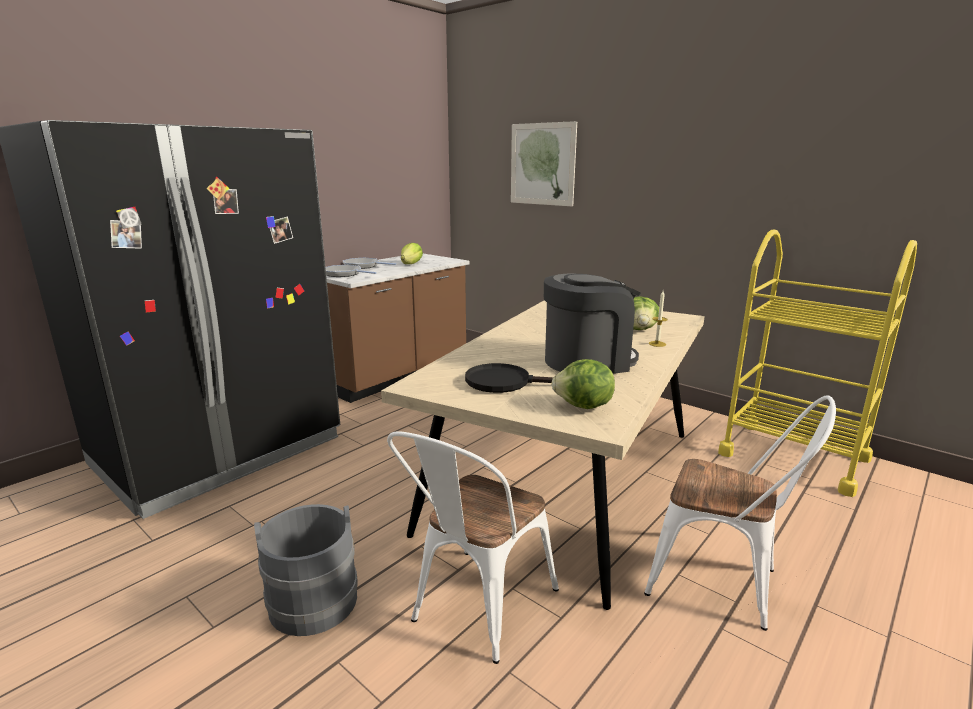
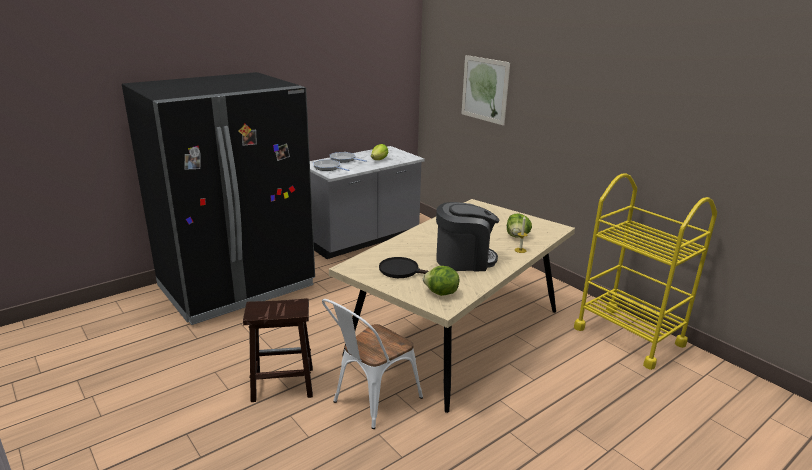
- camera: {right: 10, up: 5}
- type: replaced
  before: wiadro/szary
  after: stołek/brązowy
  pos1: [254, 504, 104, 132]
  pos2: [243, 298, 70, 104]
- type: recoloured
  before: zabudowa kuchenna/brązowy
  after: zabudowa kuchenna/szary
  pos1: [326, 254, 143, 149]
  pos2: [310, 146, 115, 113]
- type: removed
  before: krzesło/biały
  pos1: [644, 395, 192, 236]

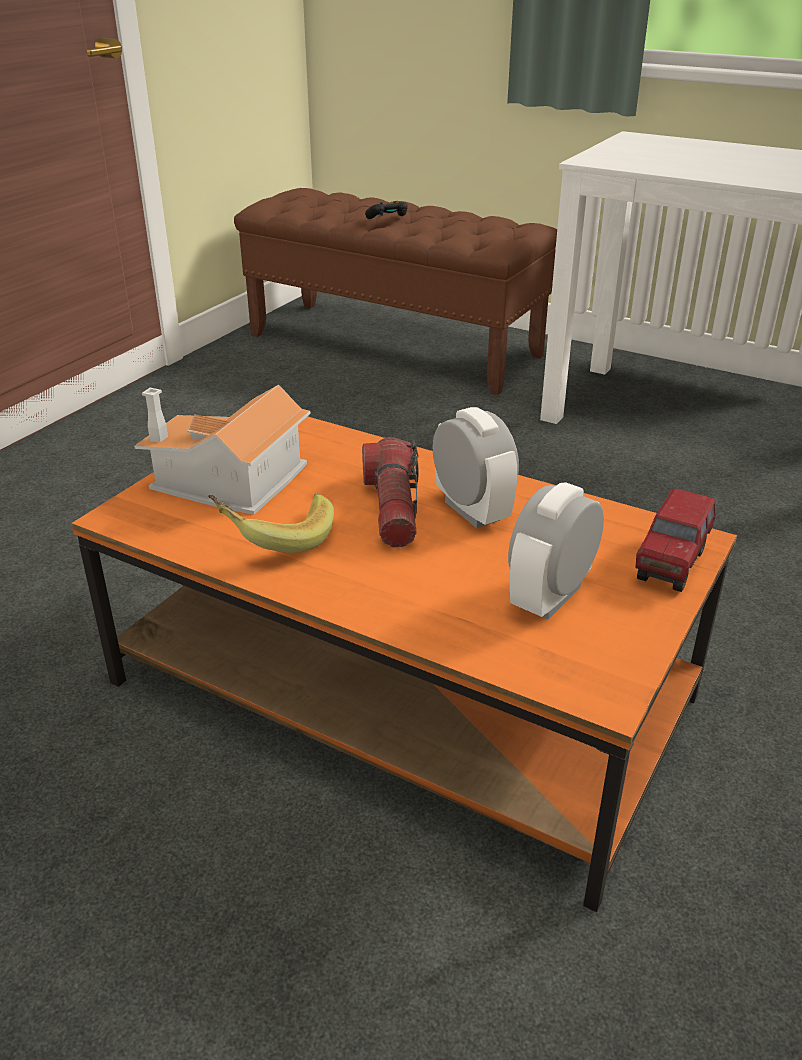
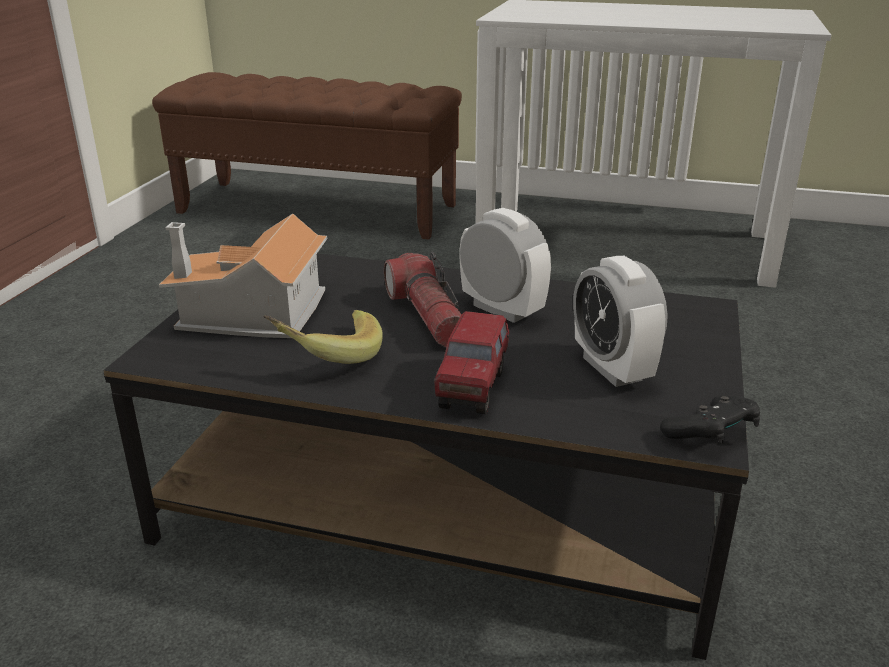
- camera: {right: -15, up: -5}
- type: recoloured
  before: ława/pomarańczowy
  after: ława/czarny
  pos1: [72, 416, 665, 496]
  pos2: [103, 253, 646, 407]
- type: moved
  before: pad do gier/czarny
  pos1: [365, 201, 43, 18]
  pos2: [660, 395, 100, 49]
- type: turned
  before: budzik
  pos1: [508, 482, 96, 137]
  pos2: [573, 256, 95, 131]
  turn: -45
- type: moved
  before: ciężarówka zabawkowa
  pos1: [636, 488, 81, 104]
  pos2: [434, 311, 75, 103]

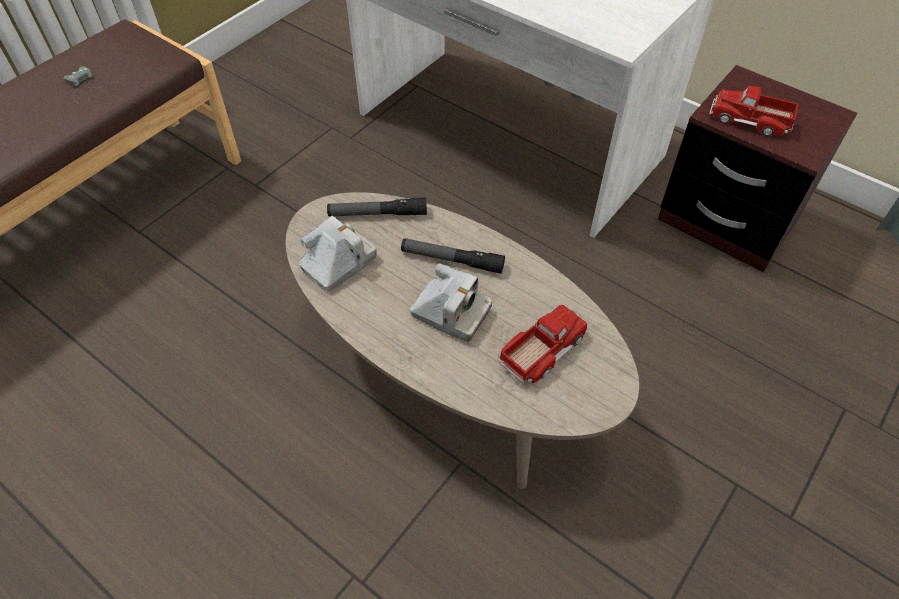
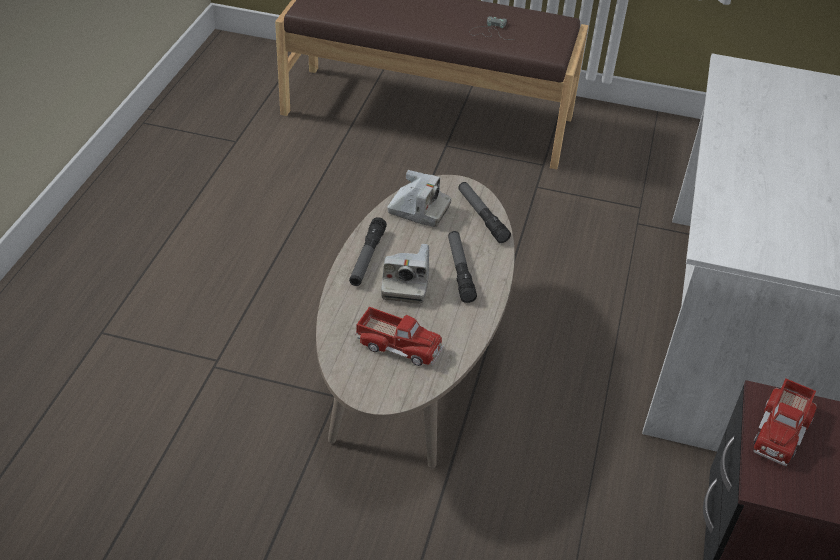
- camera: {right: 65, up: -10}
- type: turned
  before: ciężarówka zabawkowa
  pos1: [709, 86, 90, 50]
  pos2: [753, 378, 64, 88]
  turn: -150
- type: added
  after: latarka
  pos2: [349, 217, 38, 69]

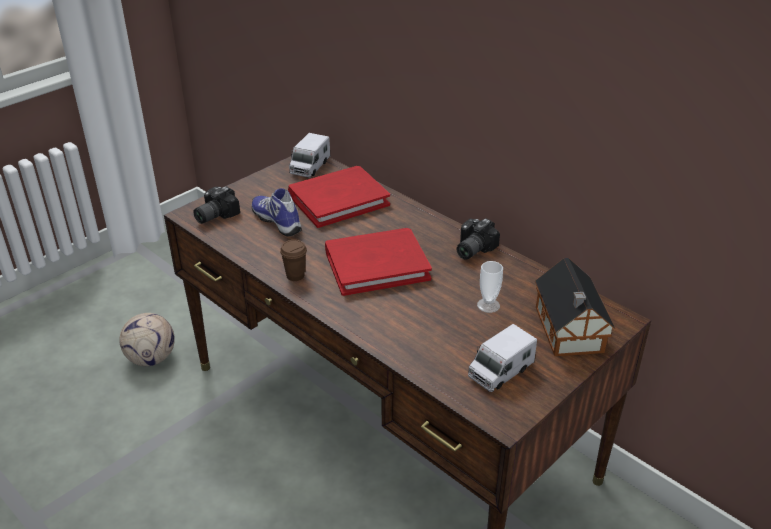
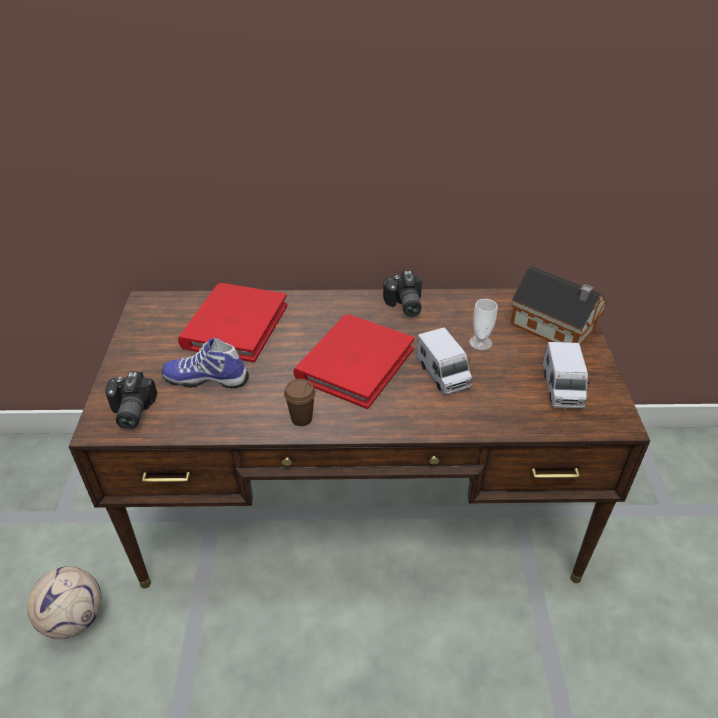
- camera: {right: -45, up: 5}
- type: moved
  before: ciężarówka zabawkowa
  pos1: [289, 133, 42, 45]
  pos2: [416, 327, 56, 68]

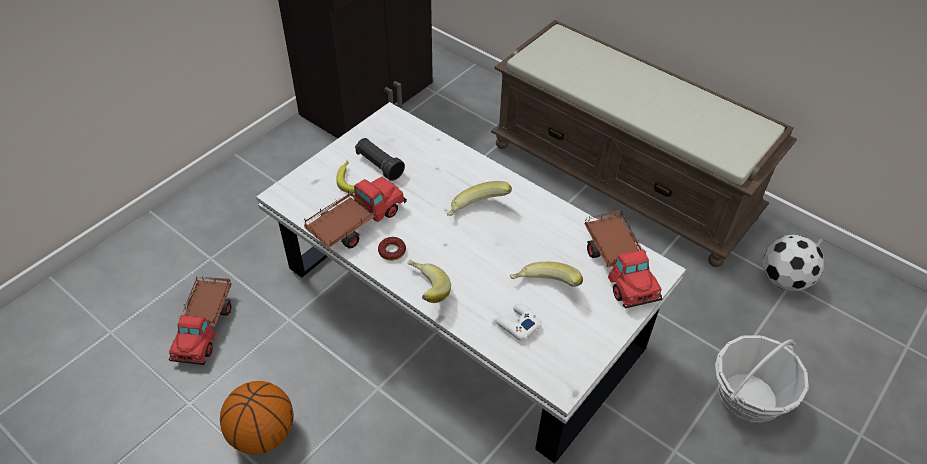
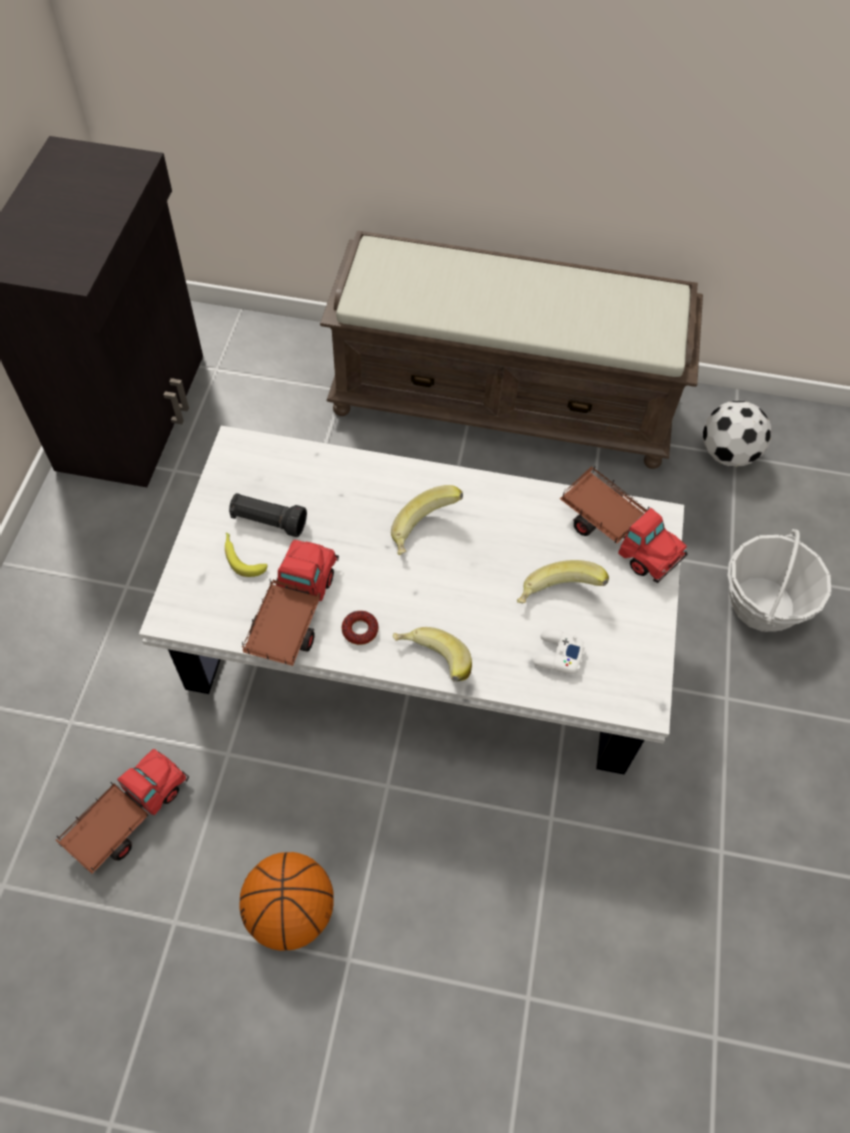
- camera: {right: -30, up: 10}
- type: turned
  before: ciężarówka zabawkowa
  pos1: [169, 277, 63, 88]
  pos2: [56, 749, 133, 125]
  turn: -120

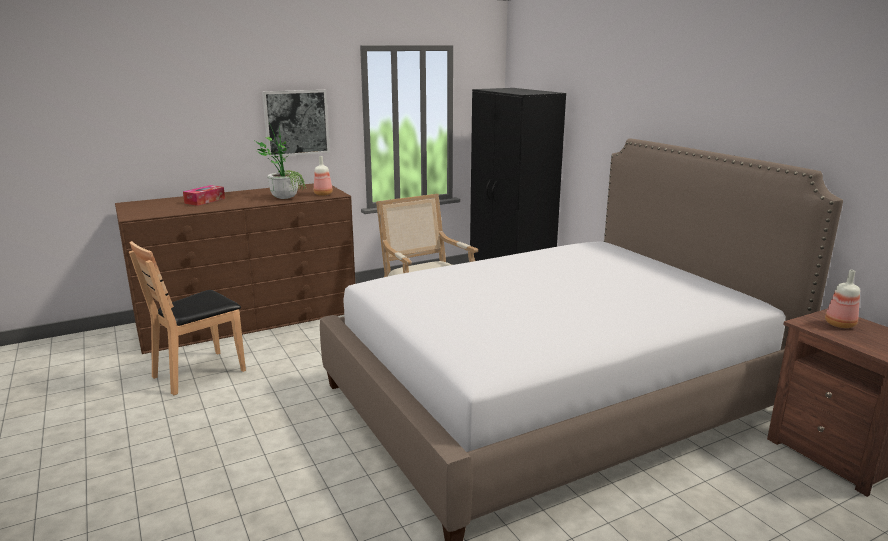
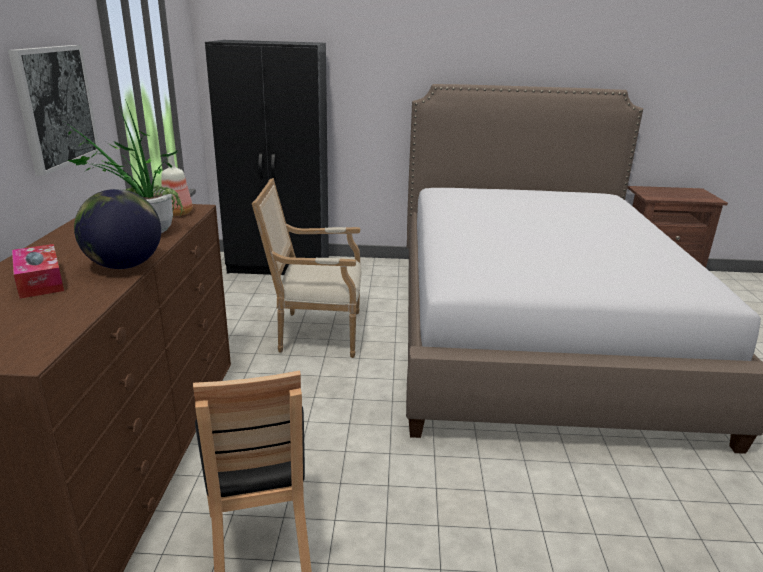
- camera: {right: -60, up: 5}
- type: removed
  before: butelka
  pos1: [825, 270, 35, 58]
- type: added
  after: globus
  pos2: [74, 189, 87, 80]

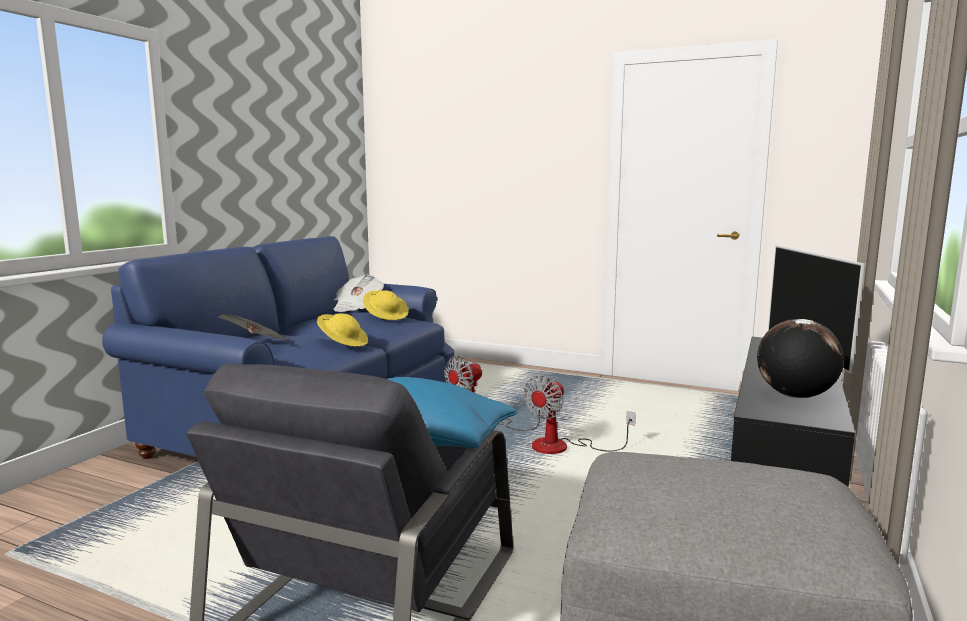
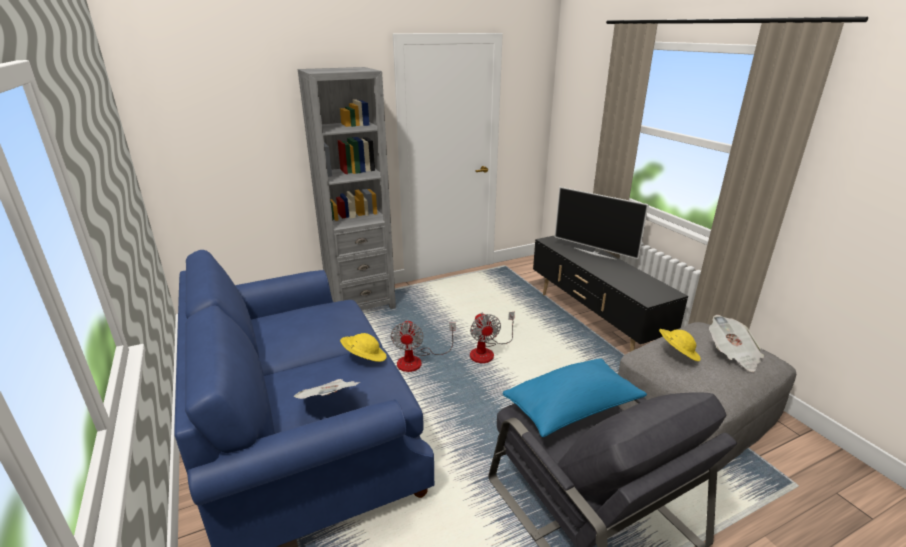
- camera: {right: -50, up: 15}
- type: moved
  before: gazeta
  pos1: [333, 275, 51, 37]
  pos2: [709, 315, 55, 57]
- type: moved
  before: kapelusz/żółty
  pos1: [363, 290, 46, 30]
  pos2: [659, 329, 42, 32]
- type: removed
  before: globus
  pos1: [757, 319, 87, 79]
- type: added
  after: regał/szary
  pos2: [298, 67, 98, 243]

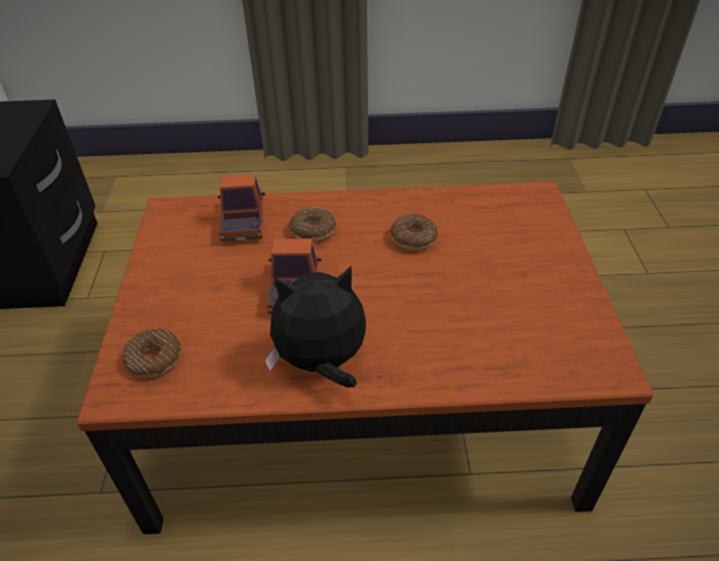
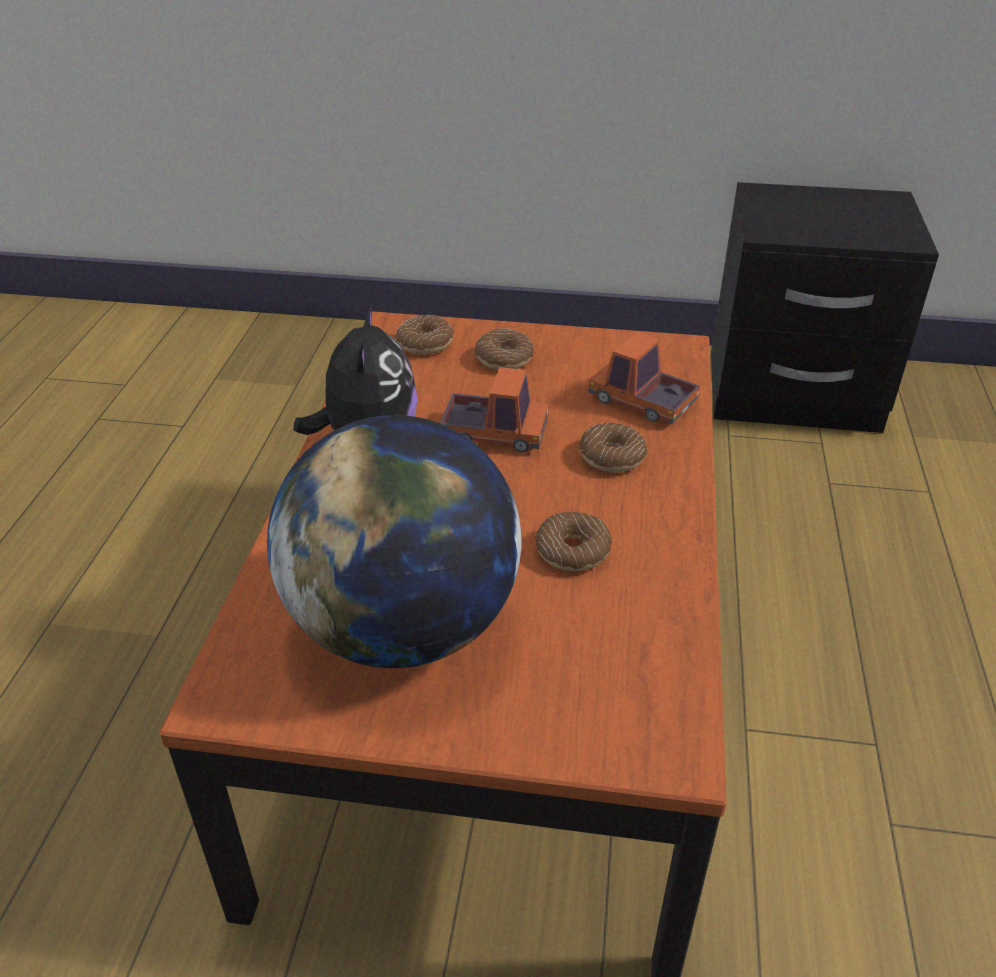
- camera: {right: 100, up: -5}
- type: turned
  before: ciężarówka zabawkowa
  pos1: [218, 174, 47, 68]
  pos2: [588, 332, 112, 92]
  turn: -150
- type: added
  after: globus
  pos2: [267, 415, 254, 253]
- type: added
  after: donut
  pos2: [474, 328, 60, 42]

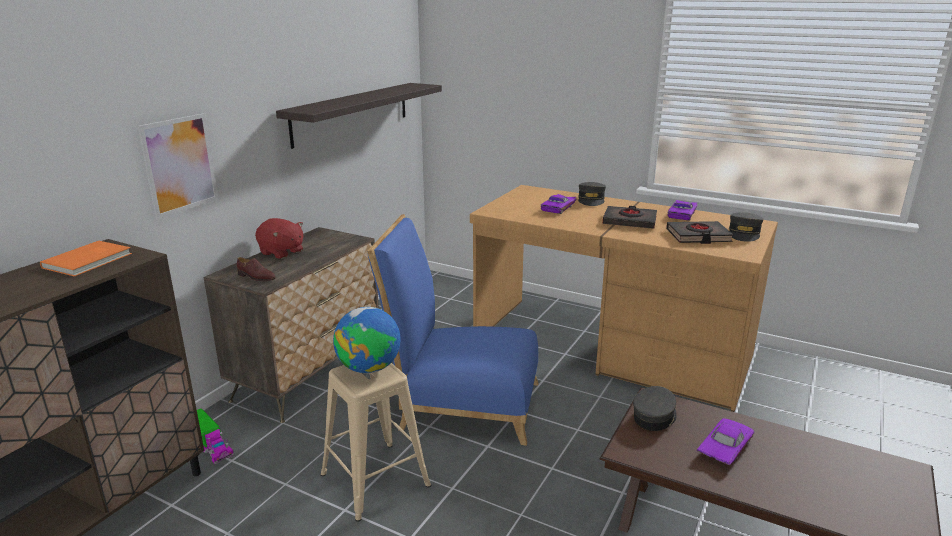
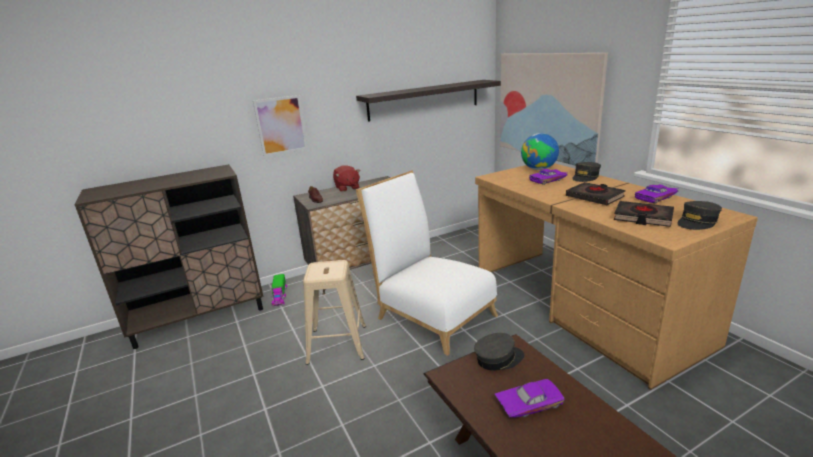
- camera: {right: 35, up: 0}
- type: removed
  before: książka/pomarańczowy
  pos1: [40, 241, 92, 35]
- type: moved
  before: globus
  pos1: [333, 307, 68, 66]
  pos2: [521, 133, 38, 37]
- type: recoloured
  before: krzesło/niebieski
  after: krzesło/biały
  pos1: [367, 214, 172, 232]
  pos2: [356, 170, 142, 186]
- type: added
  after: obraz
  pos2: [500, 53, 108, 113]

